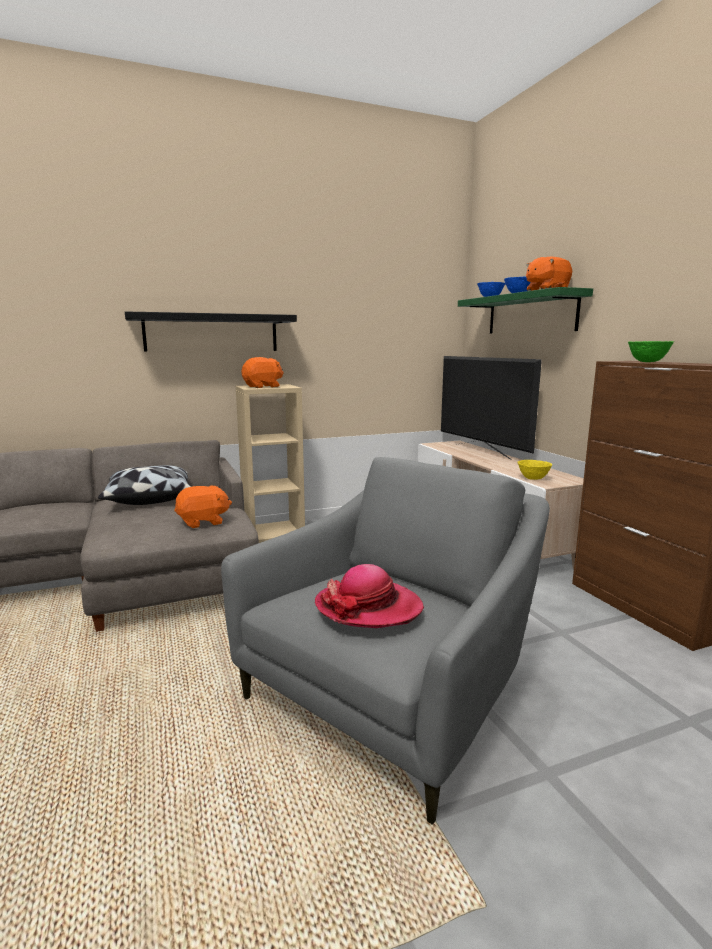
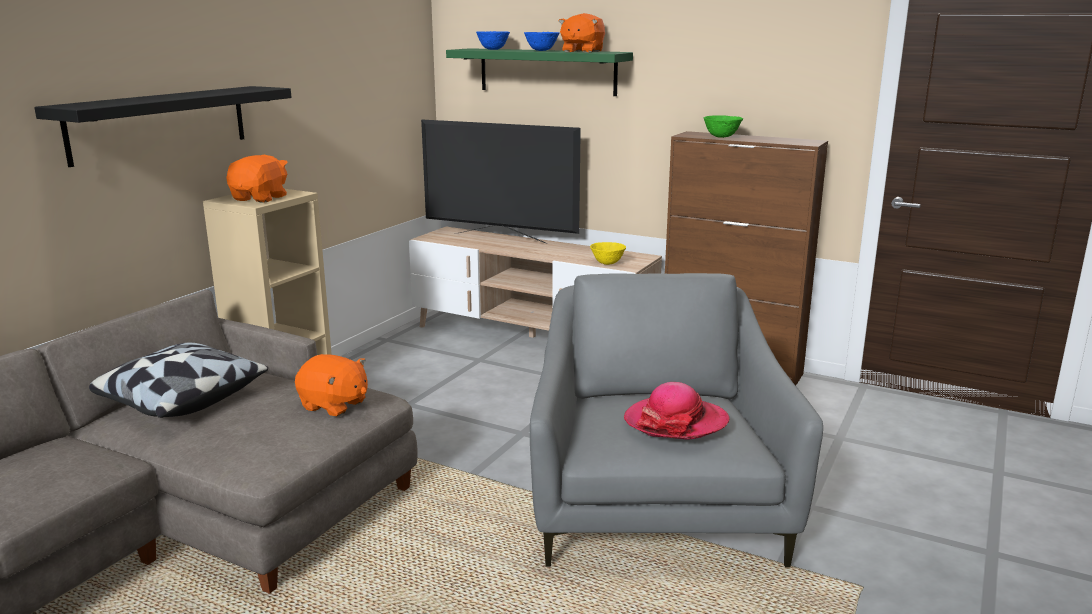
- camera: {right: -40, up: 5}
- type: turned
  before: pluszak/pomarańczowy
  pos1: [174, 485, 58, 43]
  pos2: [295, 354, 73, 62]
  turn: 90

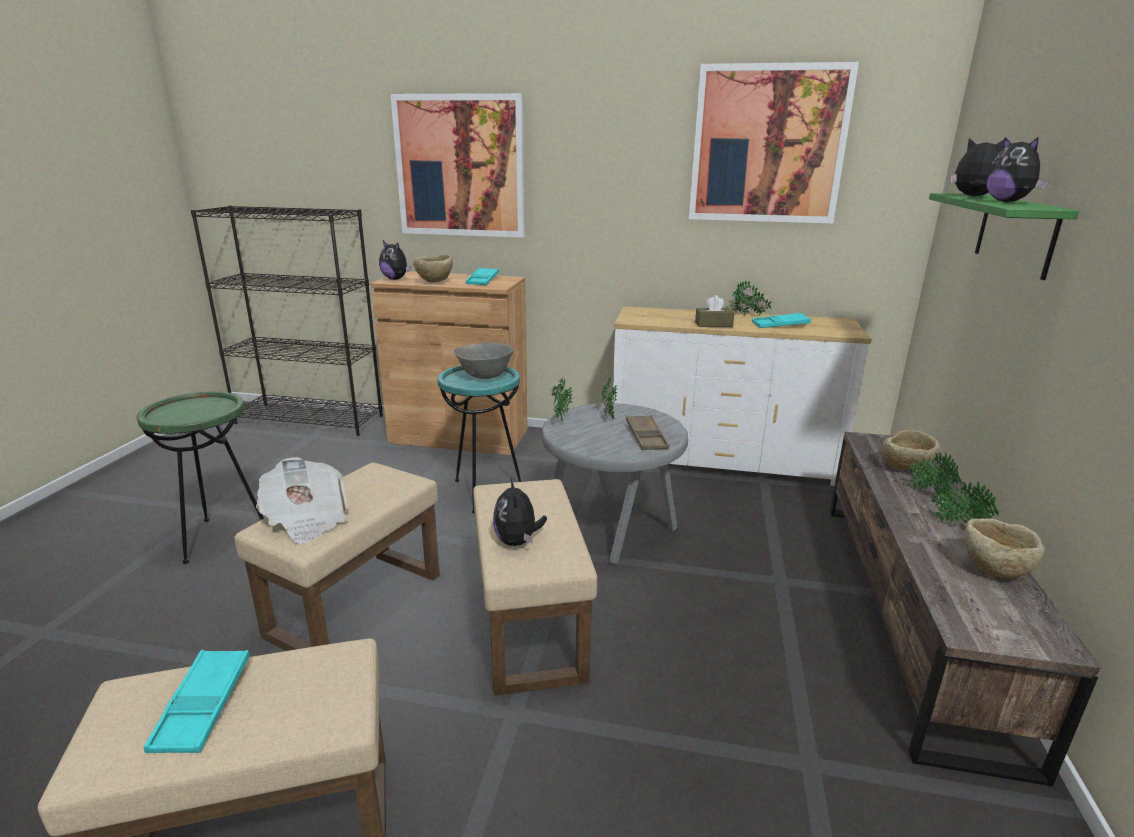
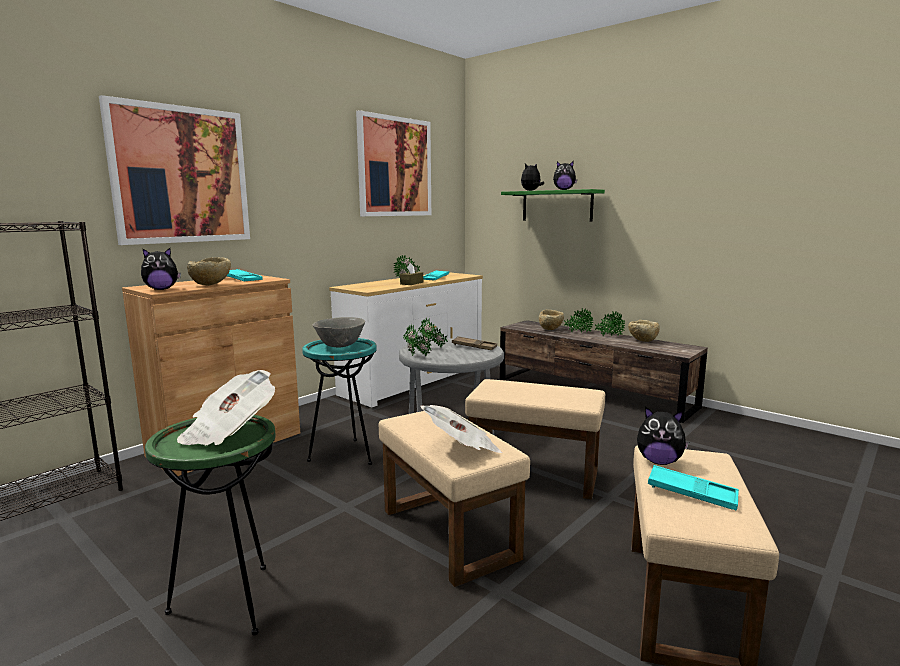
- camera: {right: -60, up: -10}
- type: moved
  before: pluszak
  pos1: [493, 477, 54, 69]
  pos2: [637, 407, 52, 58]
- type: added
  after: gazeta
  pos2: [177, 370, 98, 75]

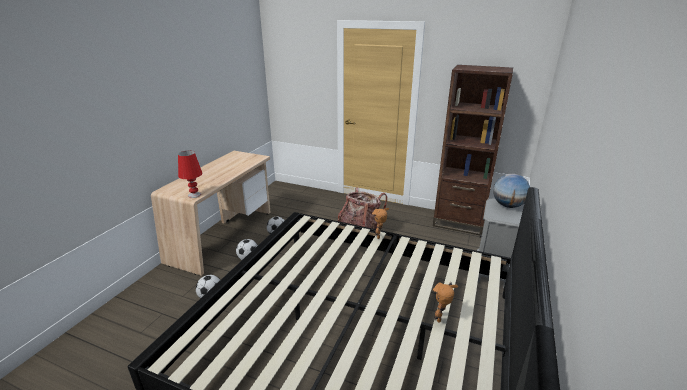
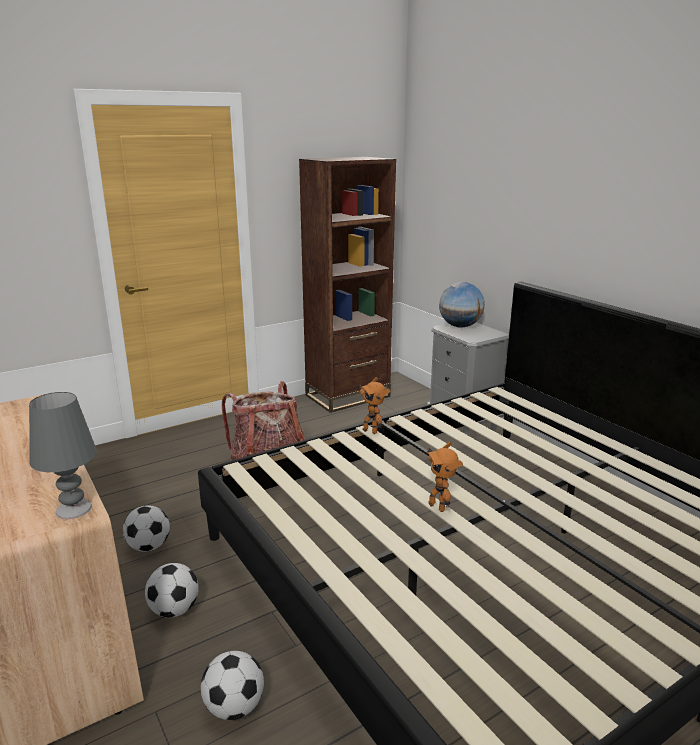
- camera: {right: -55, up: -5}
- type: recoloured
  before: lampa stołowa/czerwony
  after: lampa stołowa/szary
  pos1: [178, 151, 25, 47]
  pos2: [29, 392, 68, 127]
- type: moved
  before: robot zabawkowy
  pos1: [433, 282, 25, 40]
  pos2: [427, 442, 36, 70]

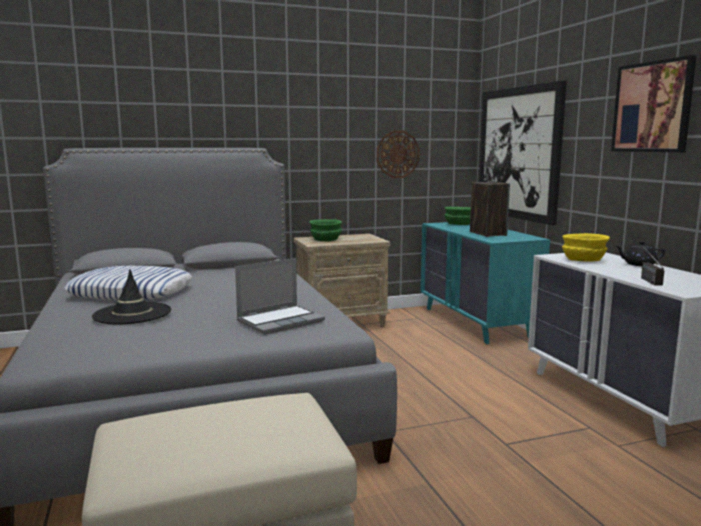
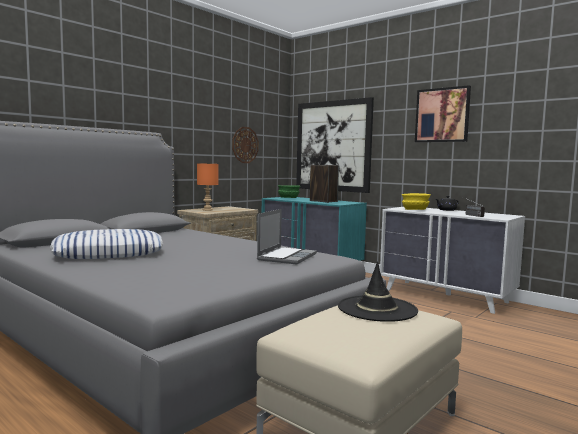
- camera: {right: -30, up: -5}
- type: moved
  before: kapelusz/czarny
  pos1: [92, 269, 79, 55]
  pos2: [338, 261, 80, 61]
- type: replaced
  before: miska/zielony
  after: lampa stołowa/pomarańczowy
  pos1: [309, 219, 33, 22]
  pos2: [197, 163, 22, 48]

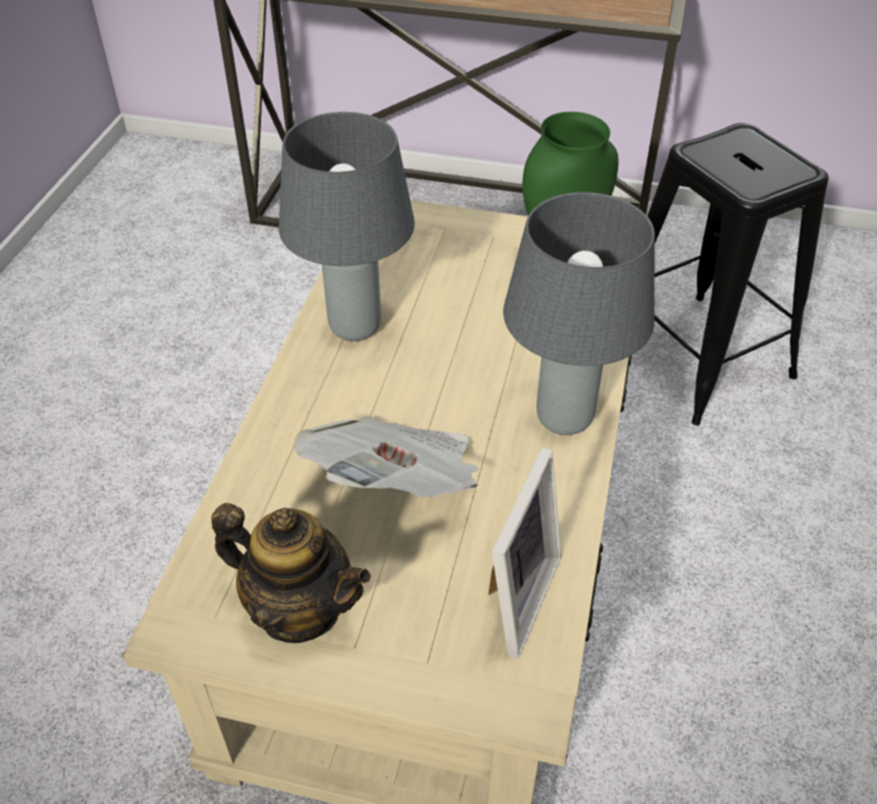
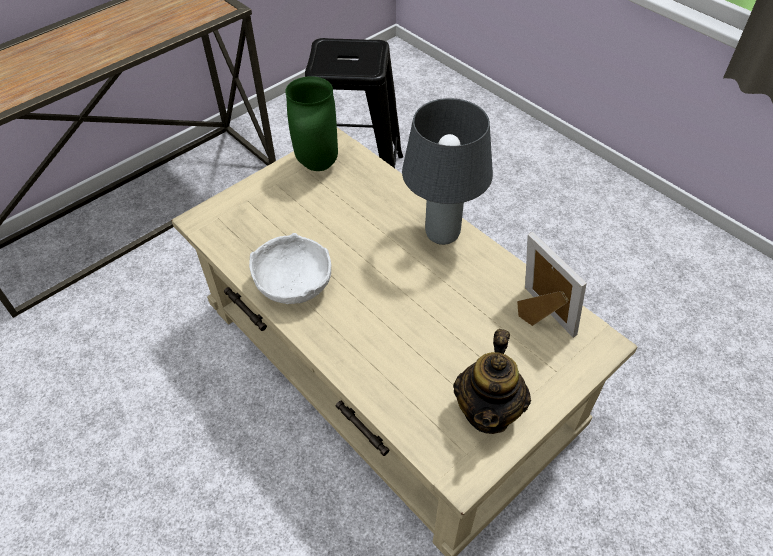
- camera: {right: -55, up: 5}
- type: turned
  before: imbryk
  pos1: [211, 503, 160, 140]
  pos2: [453, 329, 78, 105]
  turn: 135
- type: replaced
  before: lampa stołowa/szary
  after: miska/biały
  pos1: [279, 112, 136, 229]
  pos2: [249, 233, 82, 71]
- type: removed
  before: gazeta
  pos1: [294, 416, 185, 82]

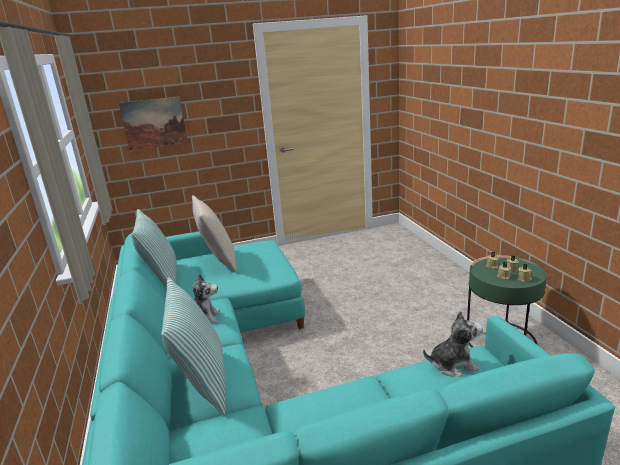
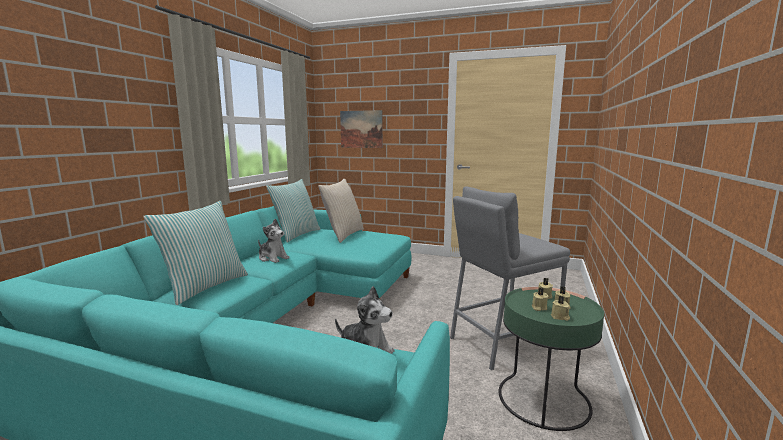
- camera: {right: 35, up: -10}
- type: added
  after: stołek/szary
  pos2: [450, 186, 120, 184]

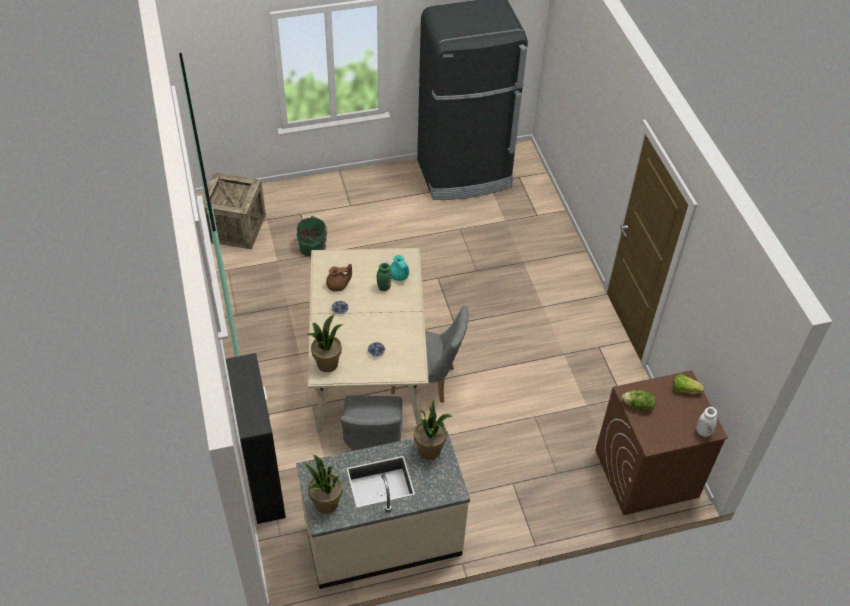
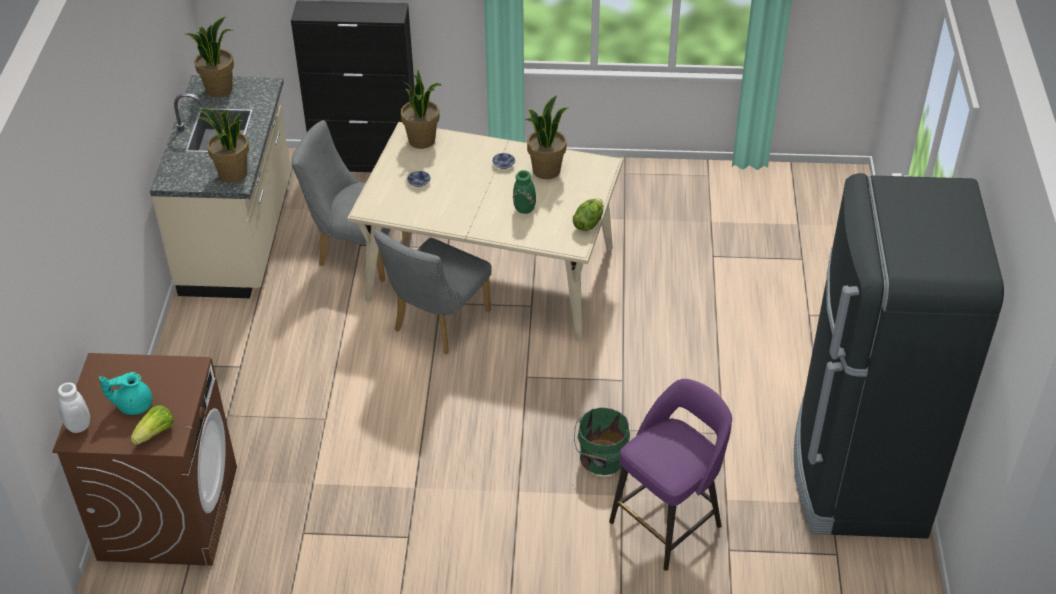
- camera: {right: 110, up: -5}
- type: removed
  before: skrzynka
  pos1: [202, 172, 64, 77]
- type: moved
  before: wiadro/zielony
  pos1: [297, 216, 30, 41]
  pos2: [574, 407, 56, 68]
- type: replaced
  before: imbryk/brązowy
  after: roślina doniczkowa
  pos1: [326, 264, 26, 28]
  pos2: [525, 95, 44, 84]
- type: moved
  before: imbryk/turkusowy
  pos1: [390, 255, 19, 26]
  pos2: [99, 372, 54, 43]
- type: moved
  before: sałata
  pos1: [622, 390, 34, 20]
  pos2: [573, 198, 30, 33]
- type: added
  after: stołek/fioletowy
  pos2: [609, 379, 123, 192]

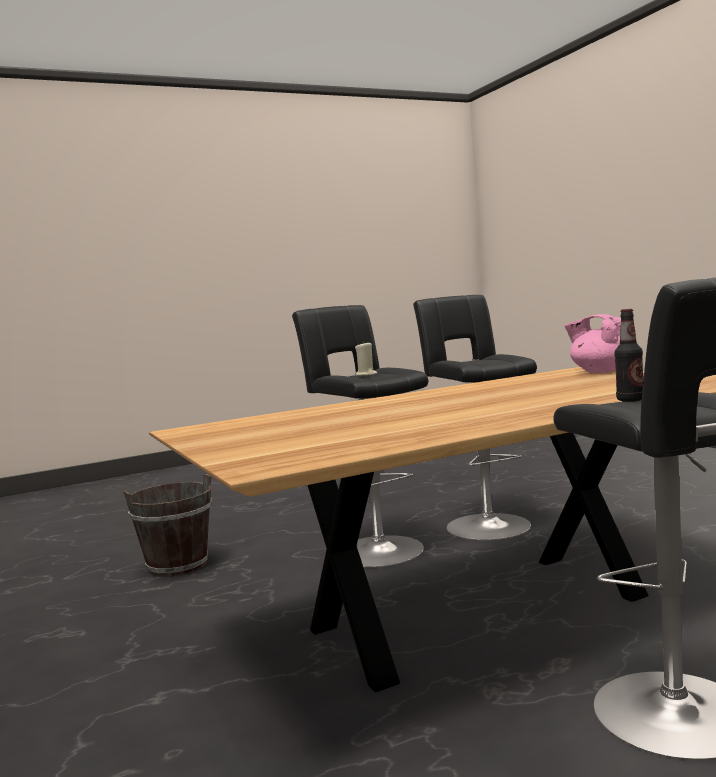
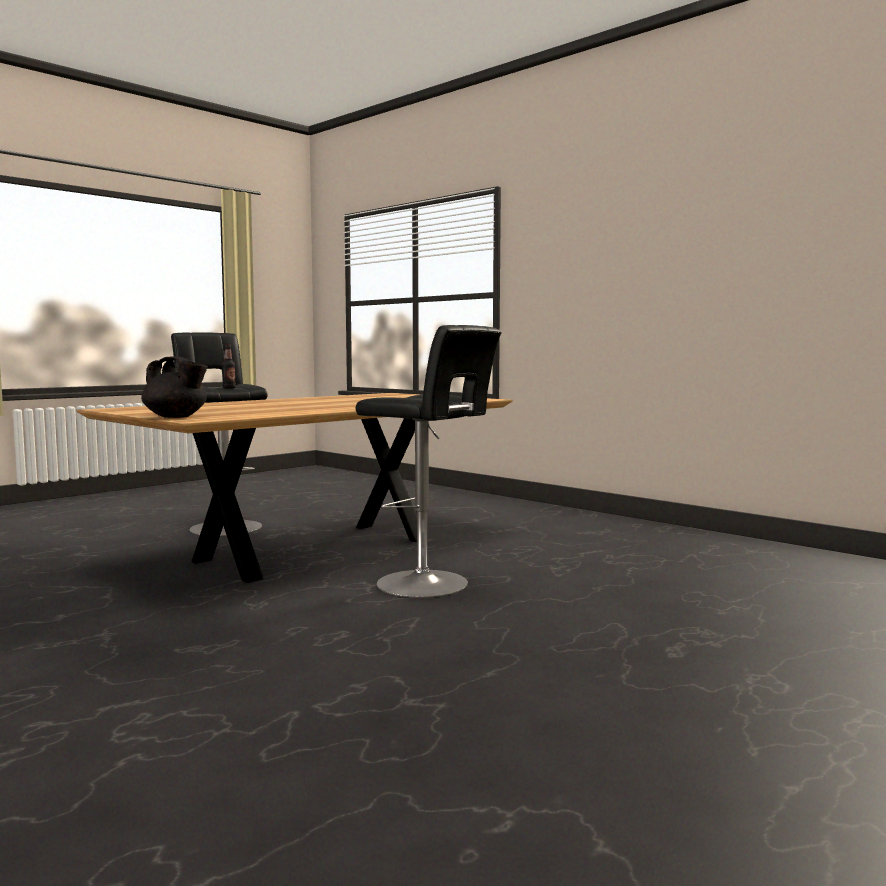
- camera: {right: 160, up: 0}
- type: removed
  before: wiadro/brązowy
  pos1: [123, 474, 89, 103]
- type: removed
  before: świeca/beżowy
  pos1: [355, 341, 22, 35]
- type: removed
  before: stołek/czarny
  pos1: [413, 295, 124, 245]
- type: recoloured
  before: imbryk/różowy
  after: imbryk/czarny
  pos1: [564, 314, 57, 59]
  pos2: [141, 357, 67, 61]

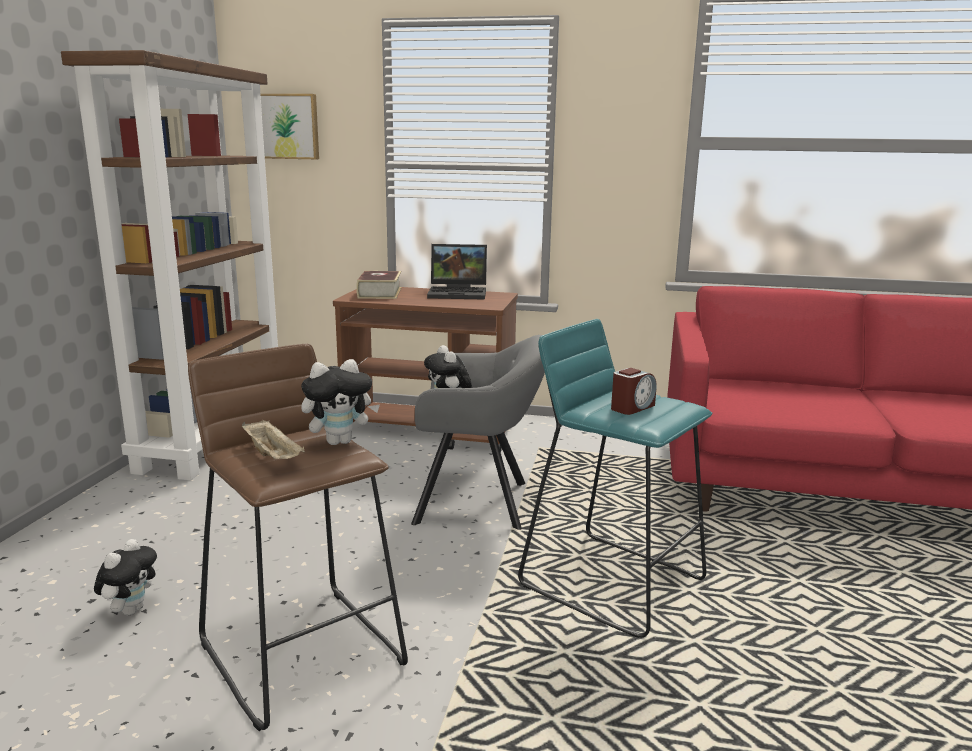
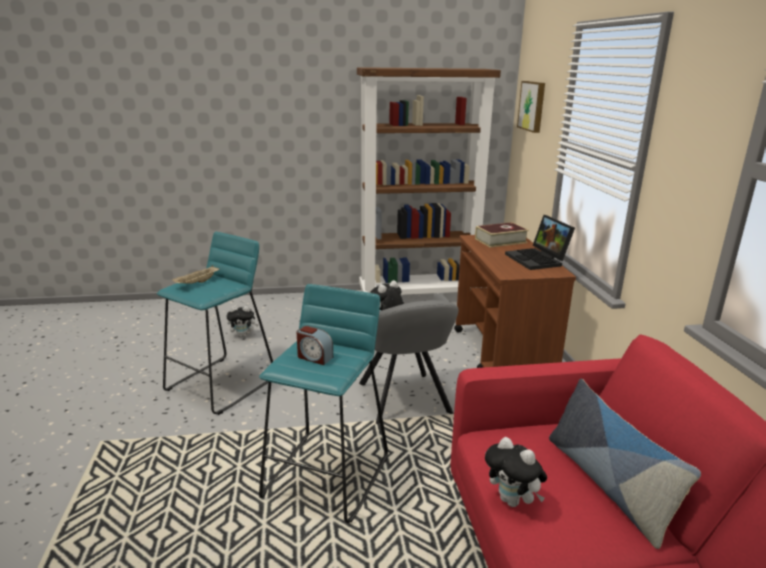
- camera: {right: 70, up: 5}
- type: recoloured
  before: stołek/brązowy
  after: stołek/turkusowy
  pos1: [188, 344, 220, 387]
  pos2: [157, 232, 116, 183]
- type: moved
  before: pluszak
  pos1: [301, 359, 79, 86]
  pos2: [485, 437, 62, 70]
- type: added
  after: poduszka
  pos2: [549, 378, 152, 171]

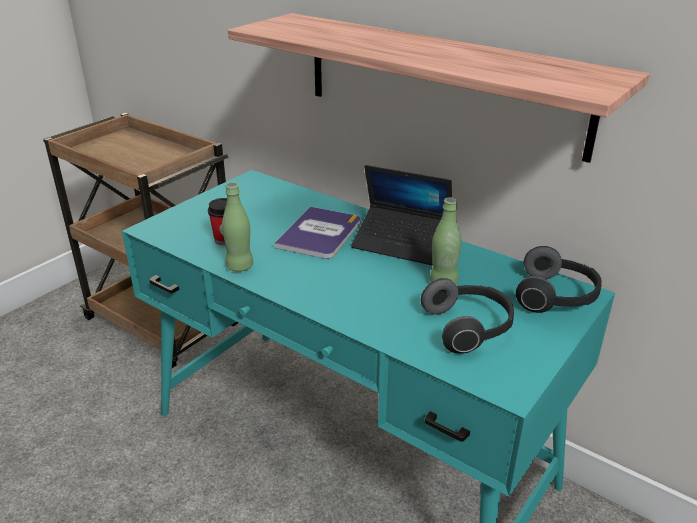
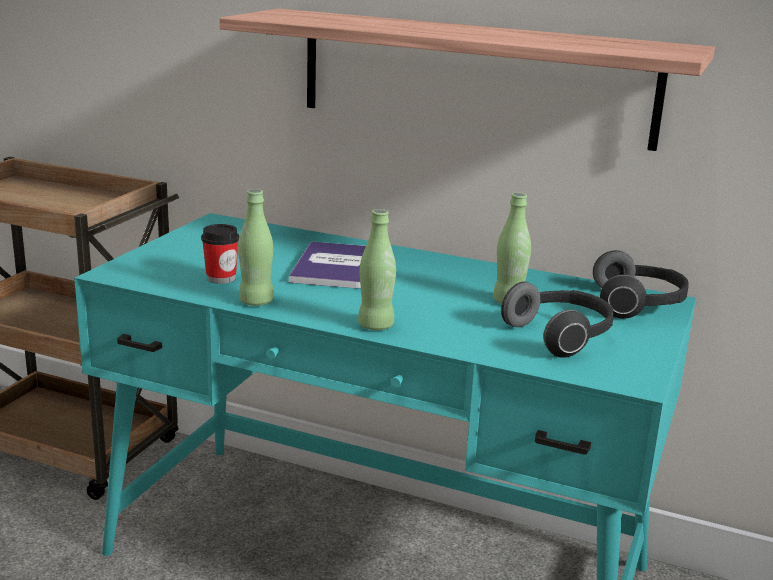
- camera: {right: -15, up: -10}
- type: removed
  before: laptop
  pos1: [351, 165, 101, 101]
- type: added
  after: butelka/zielony
  pos2: [358, 209, 38, 121]

